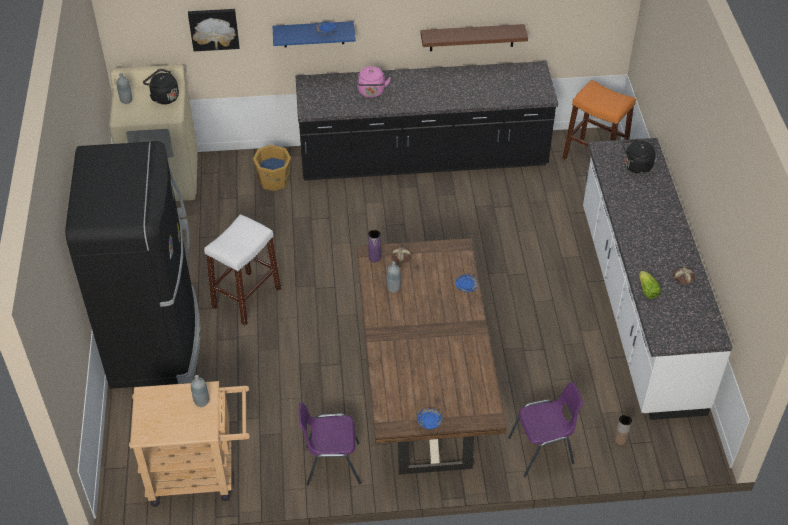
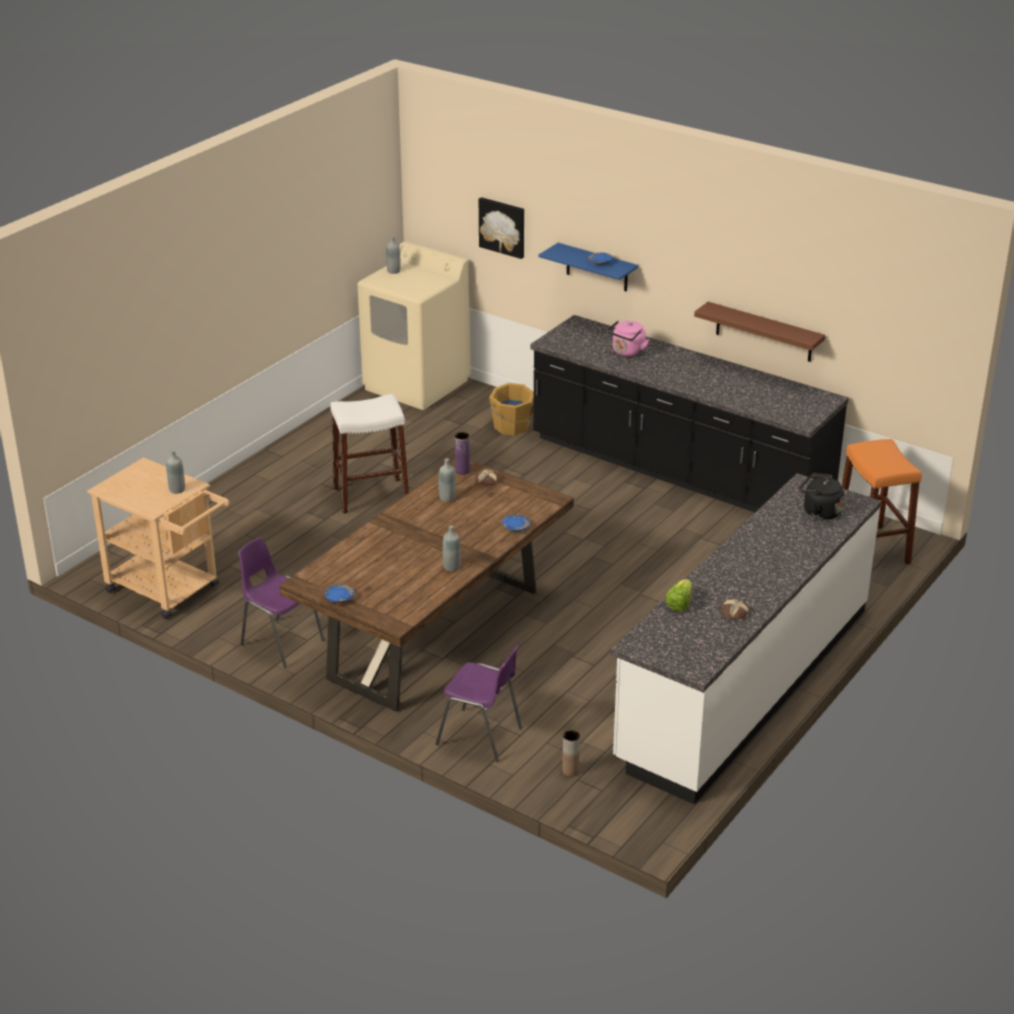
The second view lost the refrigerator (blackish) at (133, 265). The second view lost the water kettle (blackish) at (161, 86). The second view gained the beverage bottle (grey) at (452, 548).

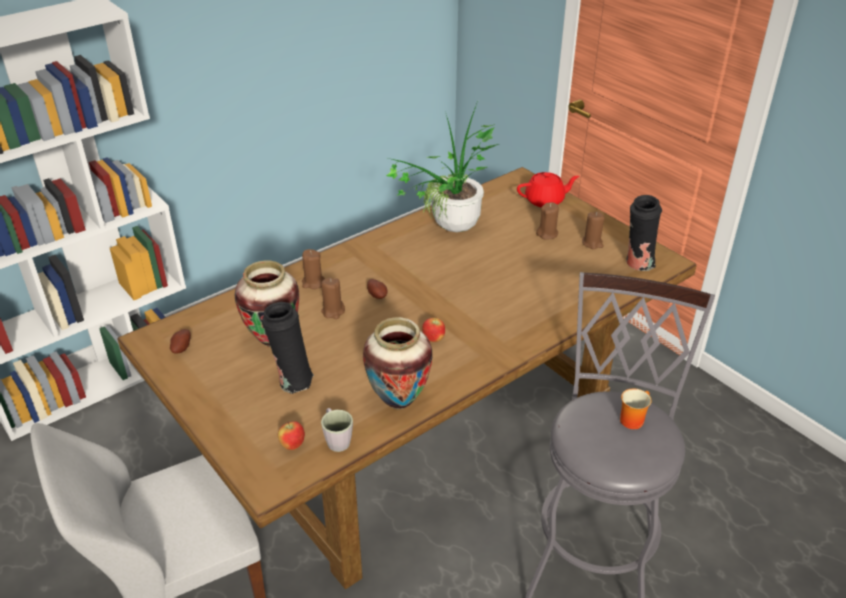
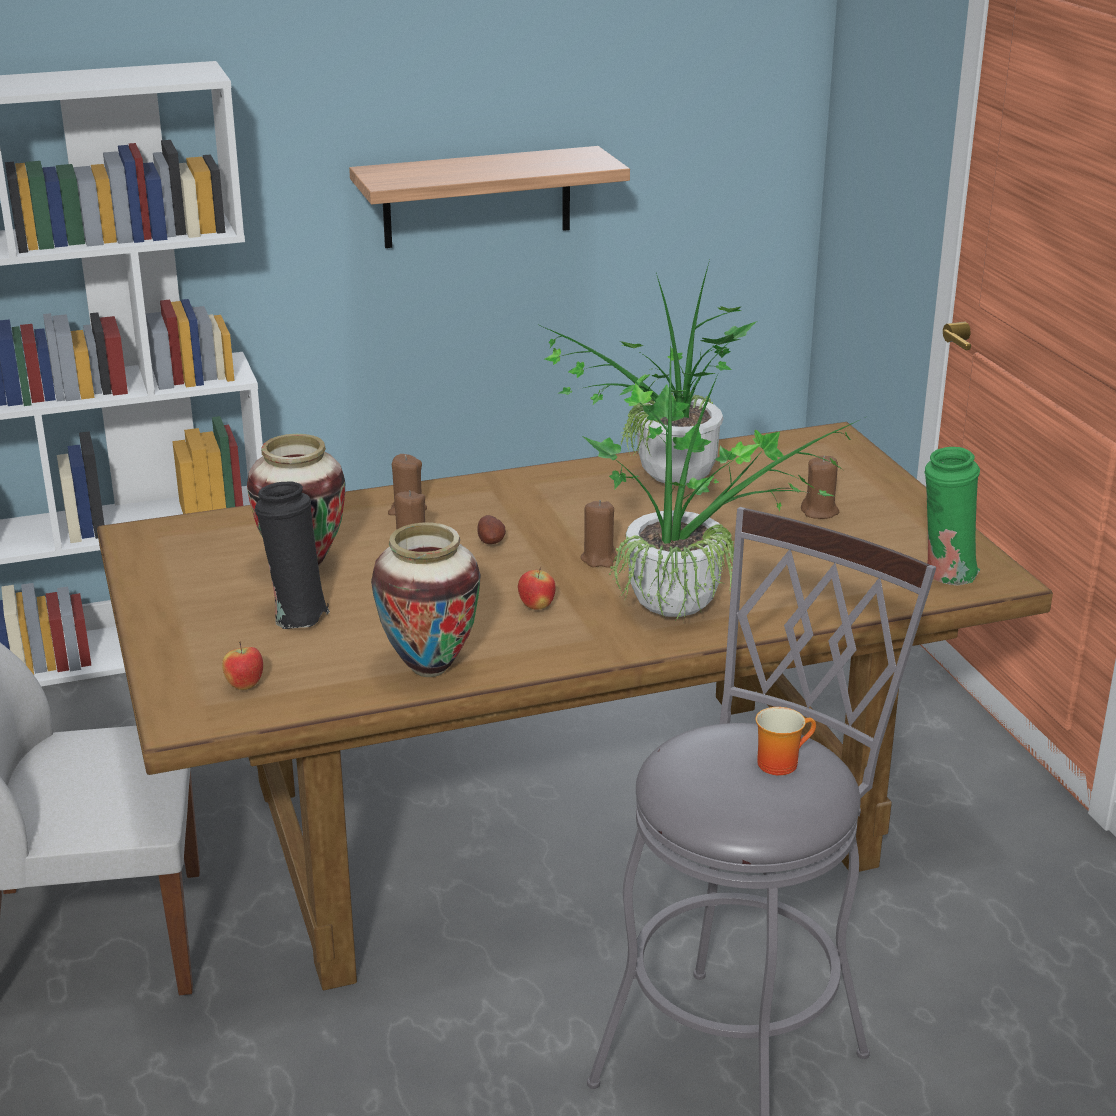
The second view lost the spud at (180, 341). The second view lost the tea mug (grey) at (337, 430). The second view lost the pot for tea (reddish) at (548, 189). The wax light (brown) ended up elsewhere, having gone from (593, 230) to (598, 534). What was the decorative vase (blackish) at (644, 233) turned into the decorative vase (green) at (953, 516). The second view gained the bracket shelf at (489, 197). The second view gained the houseplant at (726, 480).

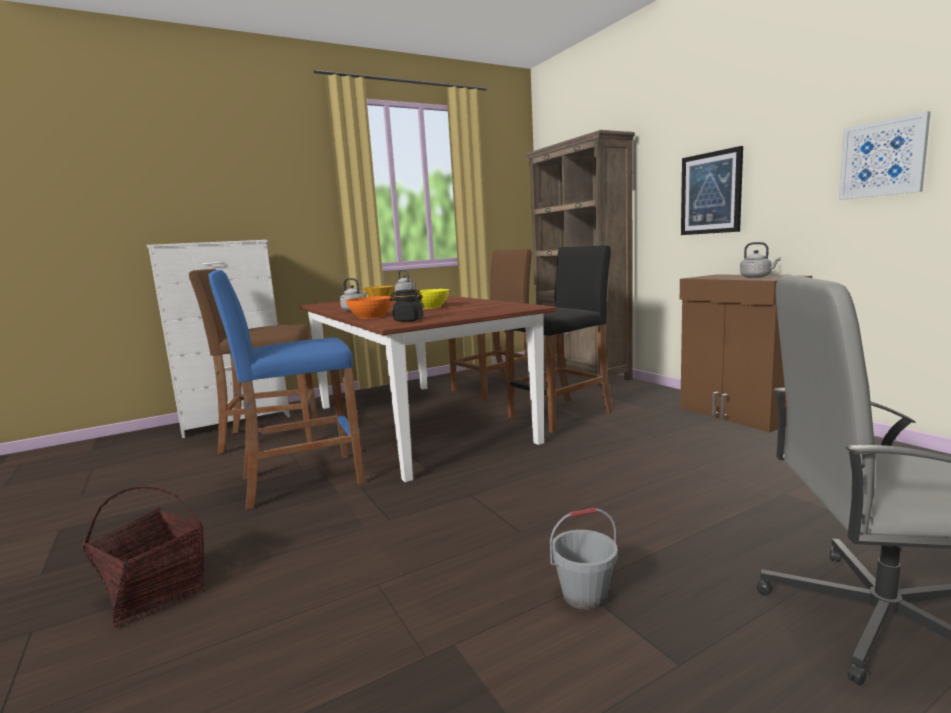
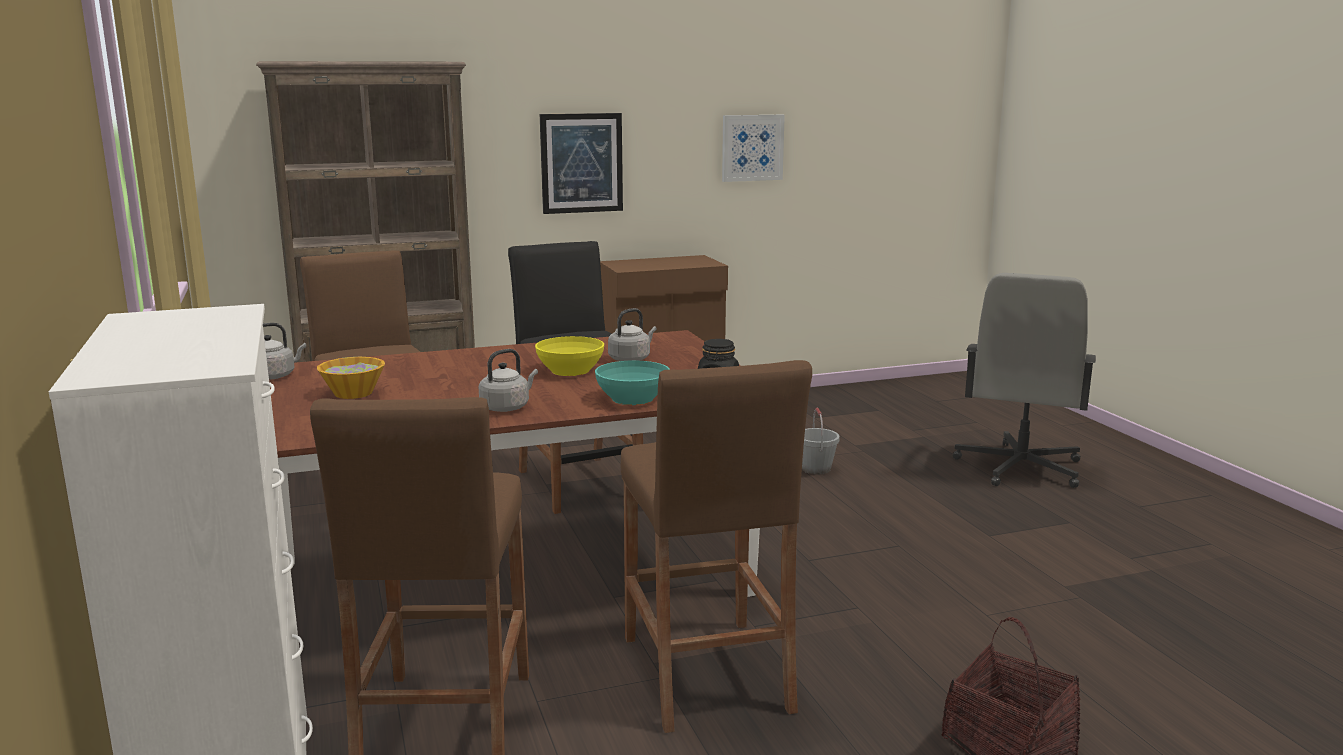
What was the stool seat (bluish) at (286, 389) turned into the stool seat (brown) at (716, 546). What was the serving bowl (orange-coloured) at (369, 307) turned into the serving bowl (turquoise-coloured) at (632, 382). The water bucket (grey) ended up elsewhere, having gone from (584, 559) to (821, 441). The water kettle (grey) ended up elsewhere, having gone from (760, 260) to (632, 334).

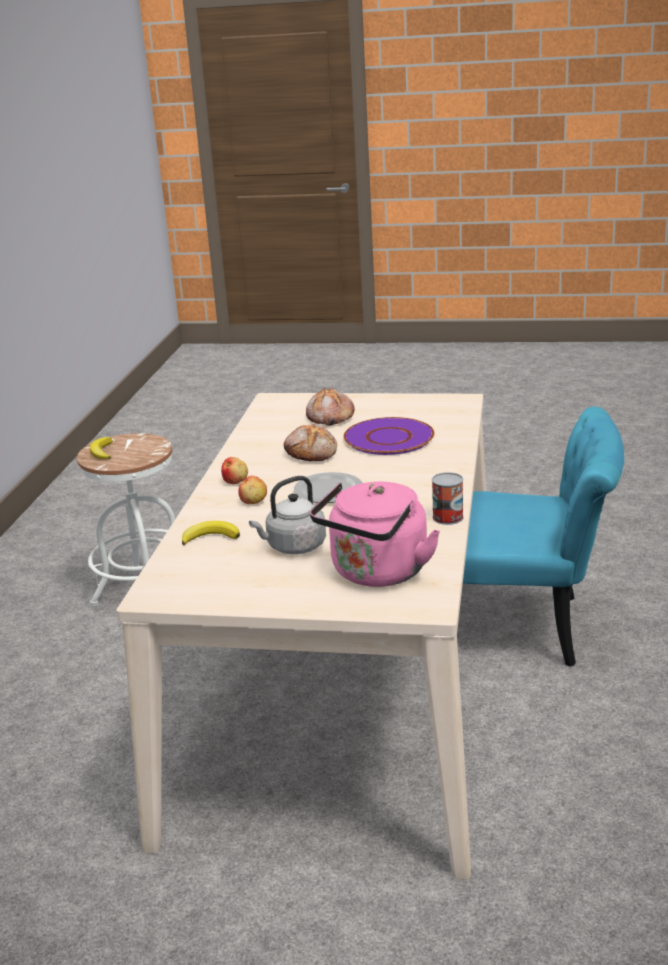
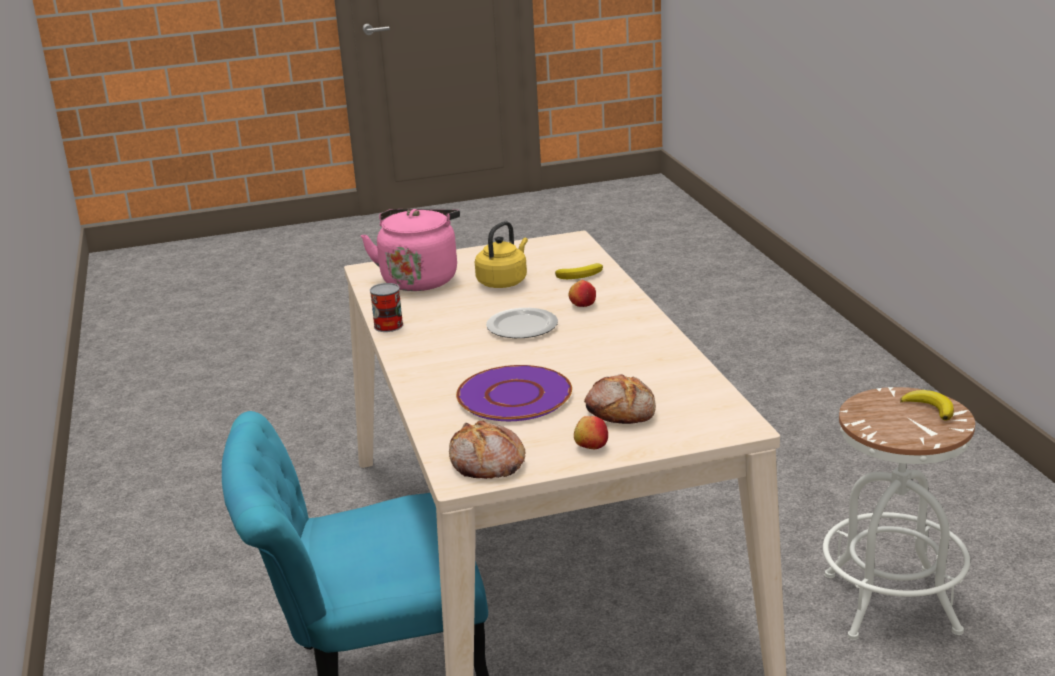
The whole apple ended up elsewhere, having gone from (234, 470) to (591, 432). What was the water kettle (grey) at (287, 515) turned into the water kettle (yellow-coloured) at (501, 254). The bread ended up elsewhere, having gone from (310, 442) to (487, 449).

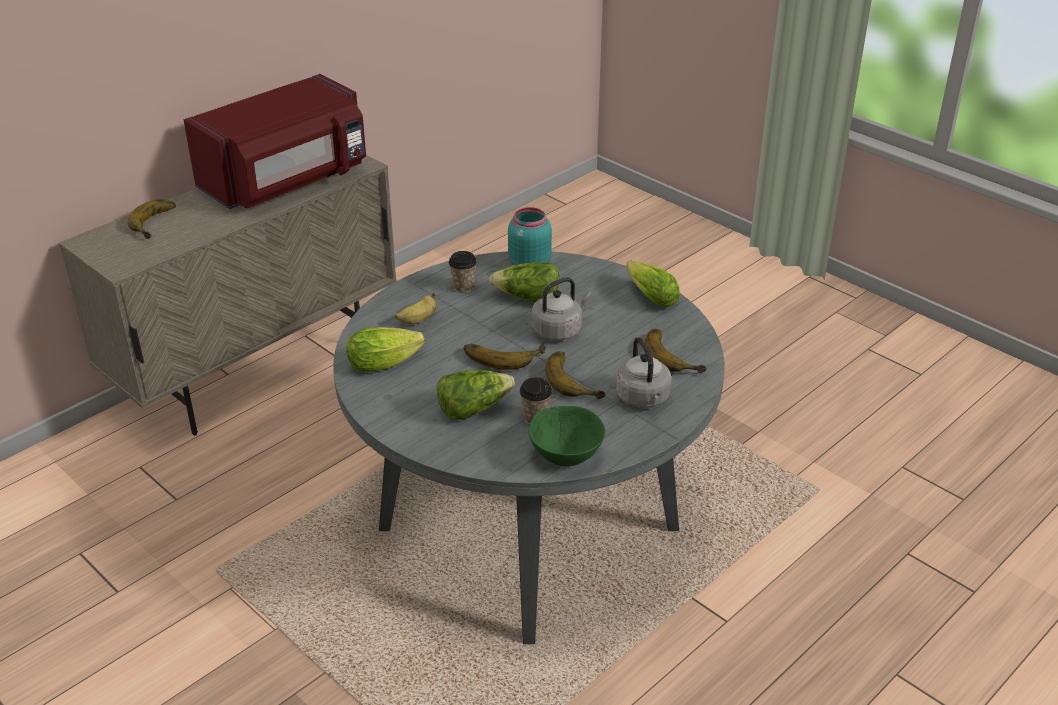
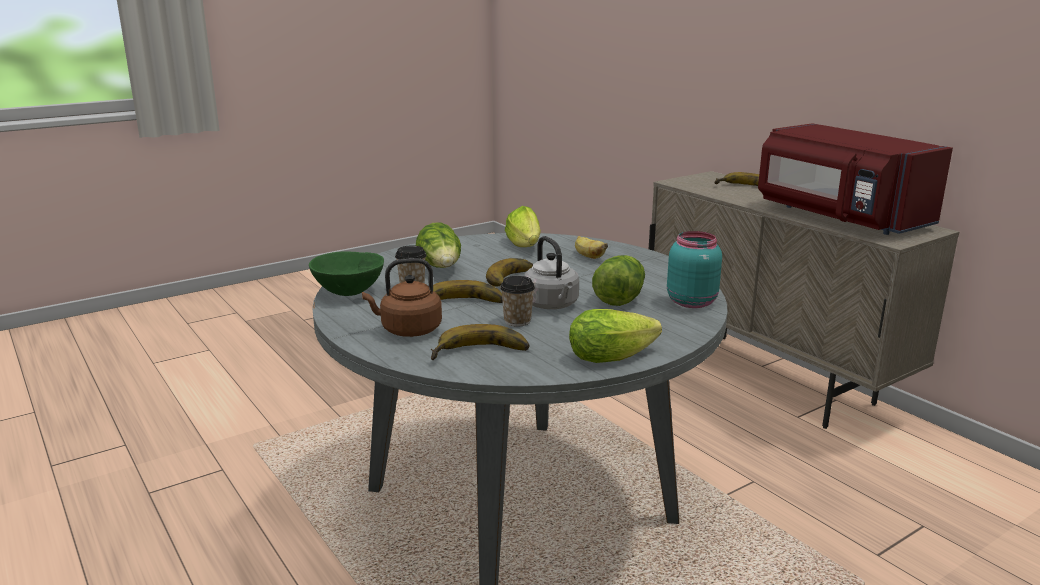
The small cup ended up elsewhere, having gone from (463, 272) to (517, 301). What was the water kettle (grey) at (643, 372) turned into the water kettle (brown) at (402, 297).

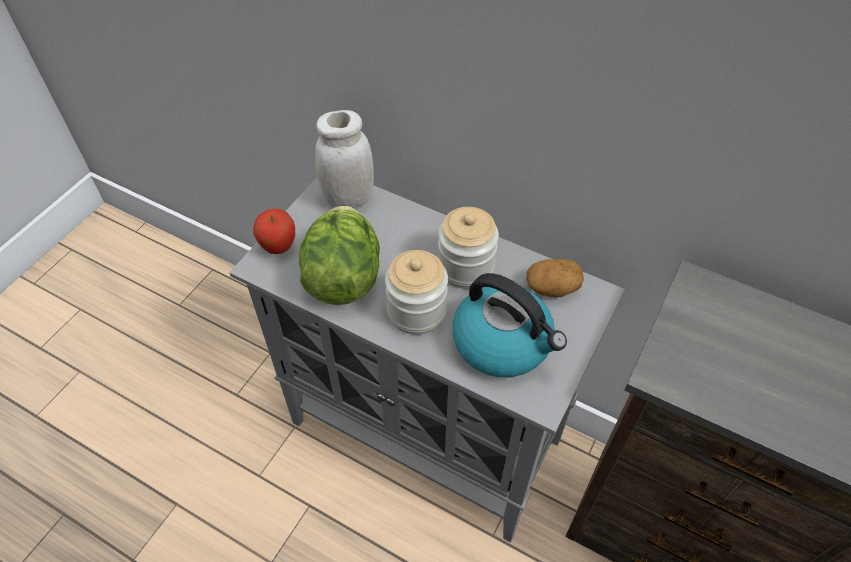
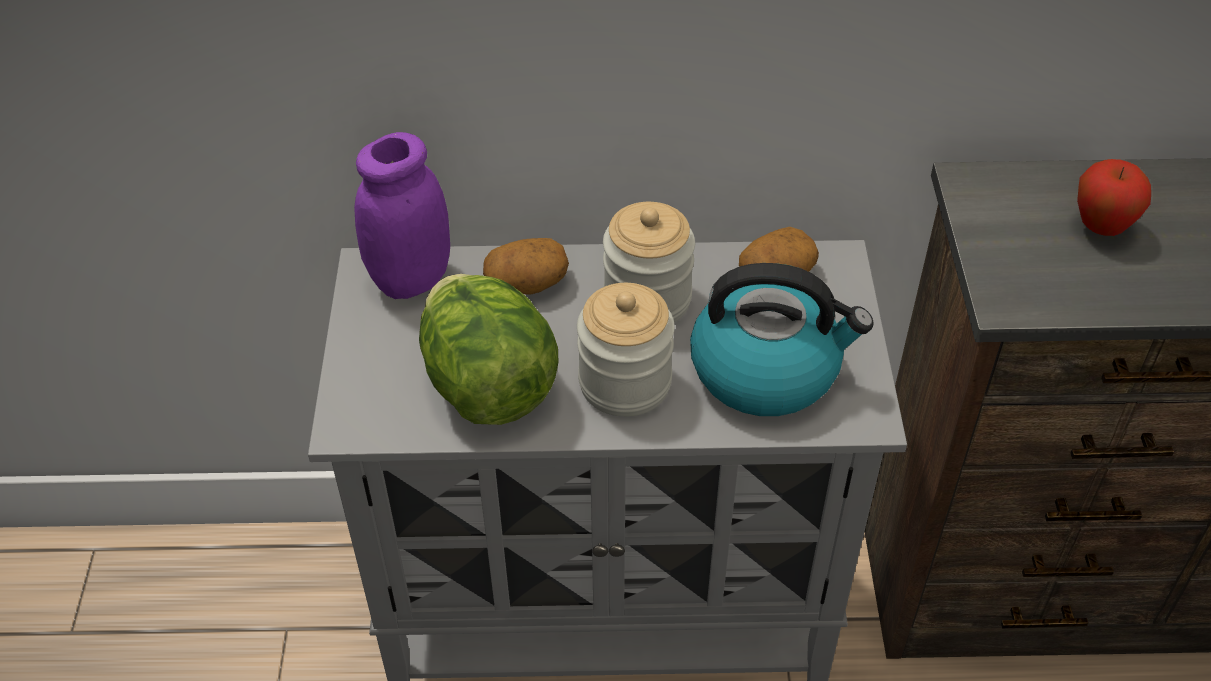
The whole apple ended up elsewhere, having gone from (274, 231) to (1114, 197). What was the preserve jar (whitish) at (344, 159) turned into the preserve jar (purple-coloured) at (402, 215). The second view gained the spud at (526, 266).

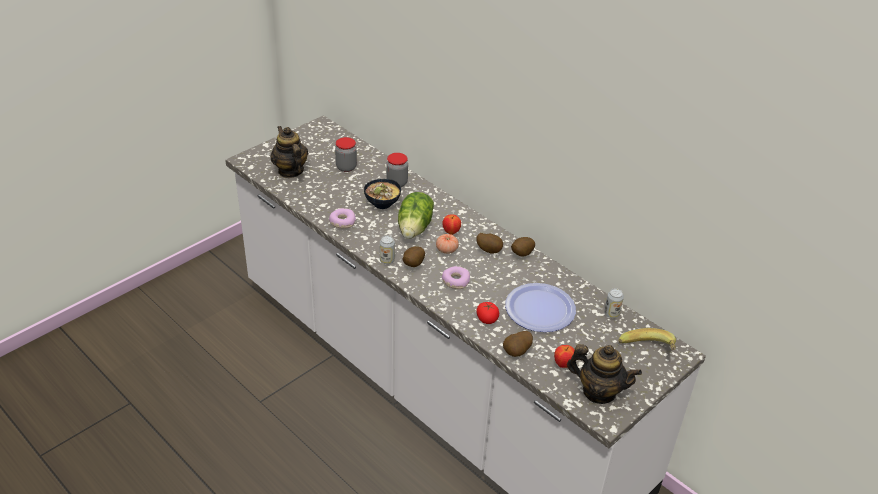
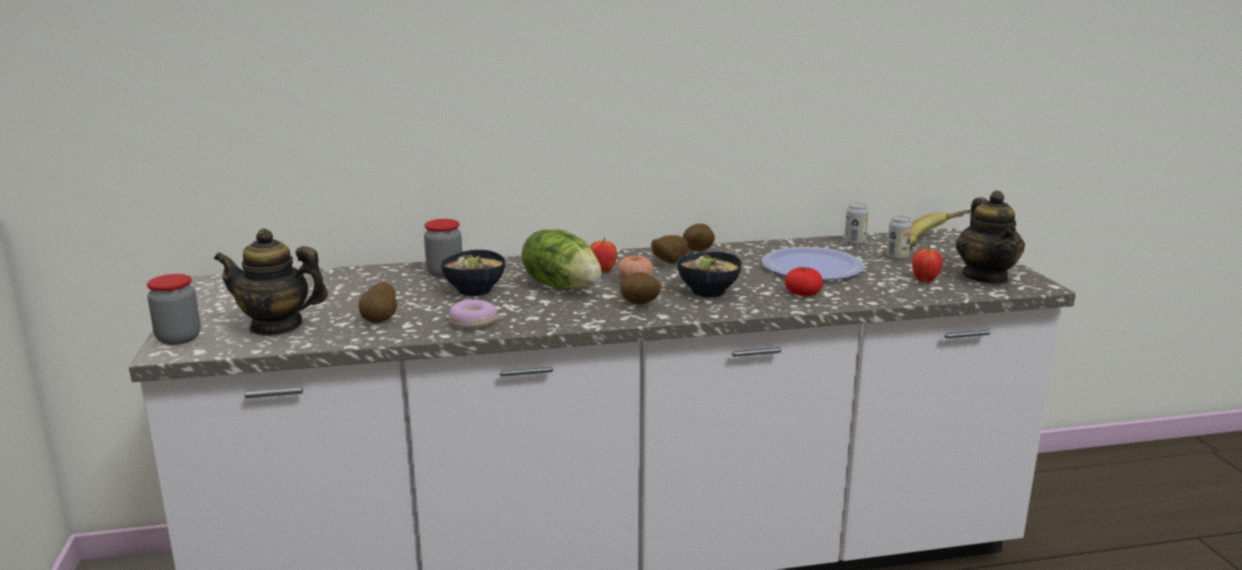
The preserve jar ended up elsewhere, having gone from (346, 154) to (174, 309). The metal can ended up elsewhere, having gone from (387, 249) to (899, 238). Where the doughnut stood at (456, 277), the serving bowl came to stand at (709, 274). The spud ended up elsewhere, having gone from (518, 344) to (378, 302). The pot for tea at (604, 374) ended up facing another way, 120 degrees clockwise from before.

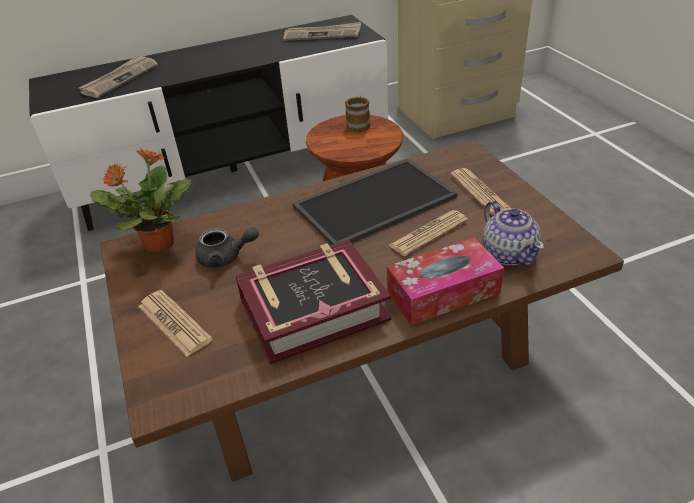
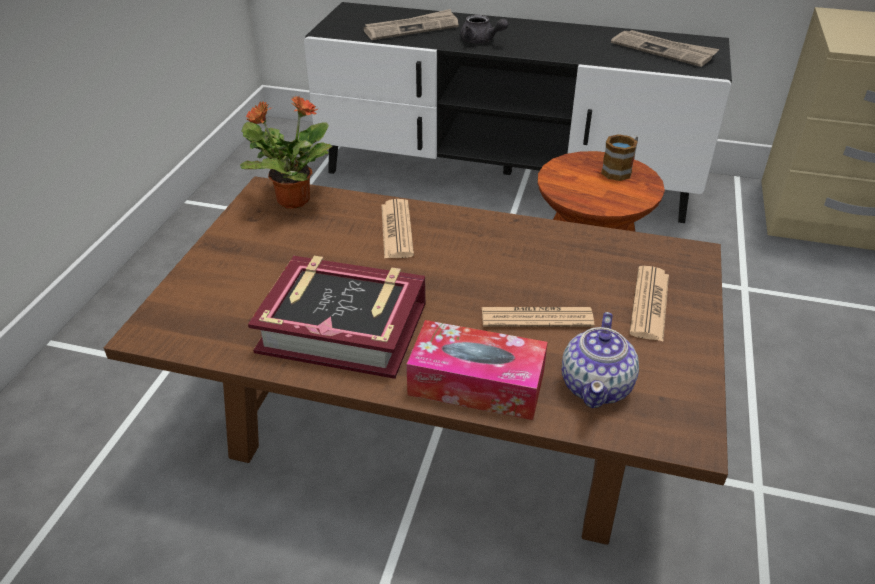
The daily paper ended up elsewhere, having gone from (175, 323) to (397, 229). The pot for tea (grey) ended up elsewhere, having gone from (227, 247) to (484, 29). The second view lost the carrying tray at (375, 202).

